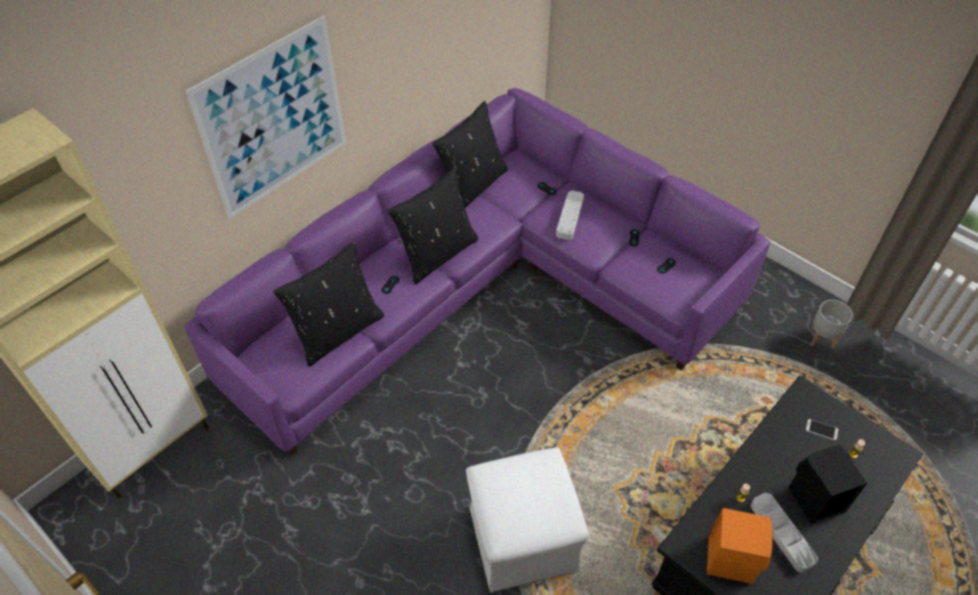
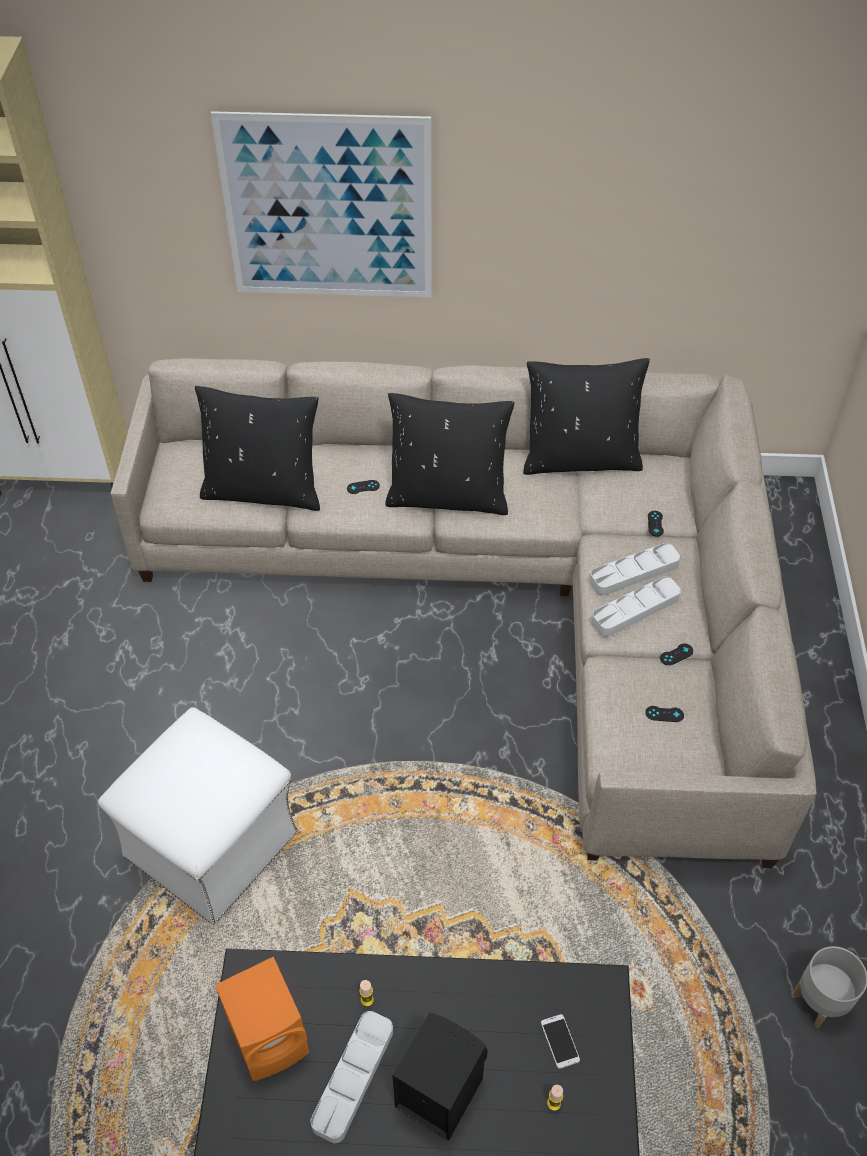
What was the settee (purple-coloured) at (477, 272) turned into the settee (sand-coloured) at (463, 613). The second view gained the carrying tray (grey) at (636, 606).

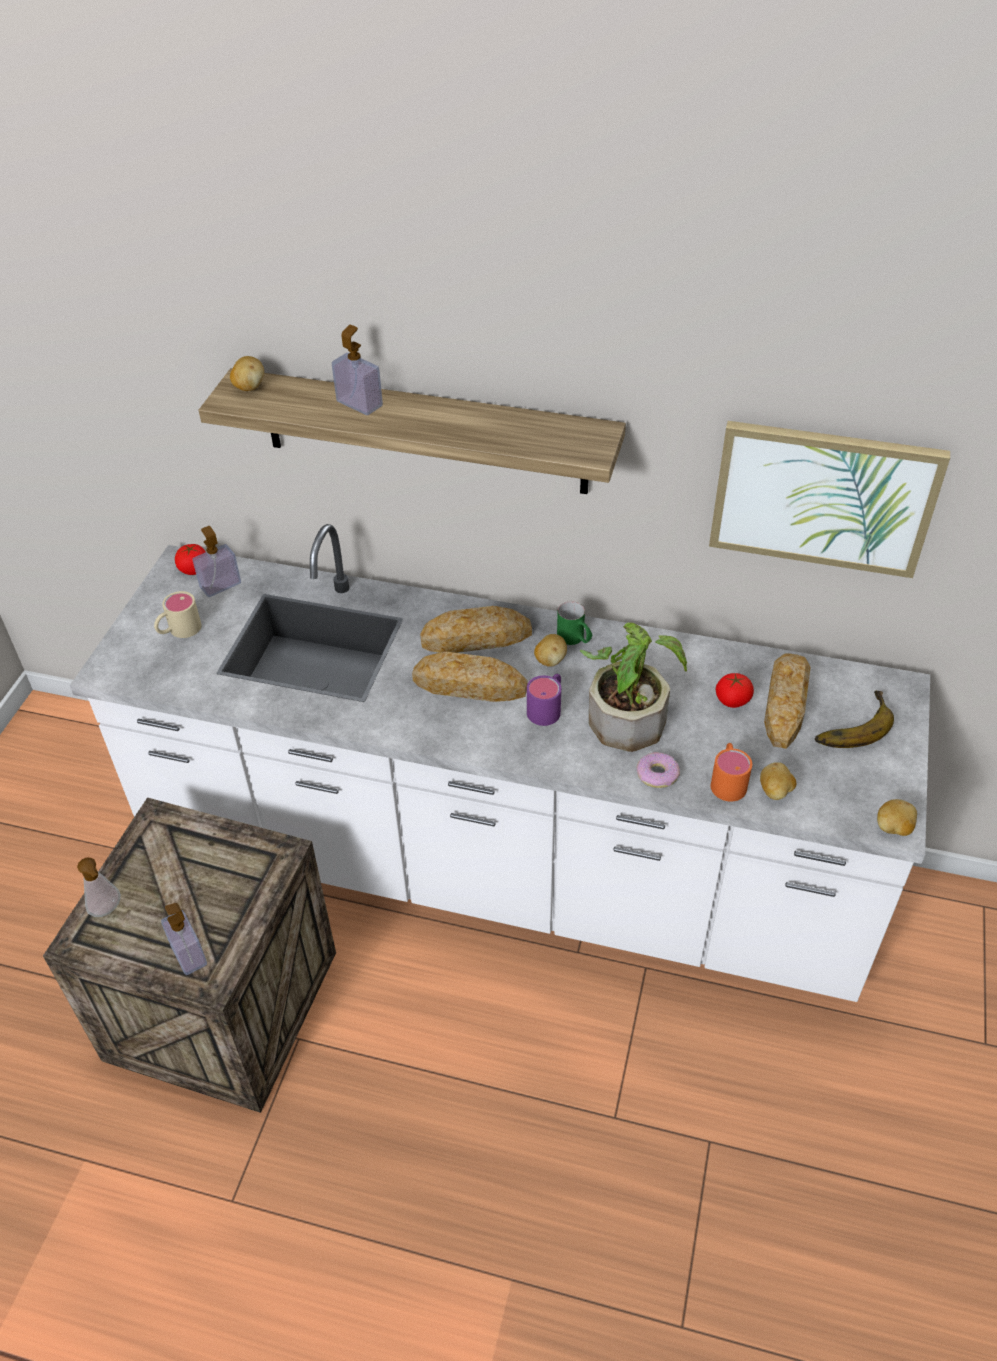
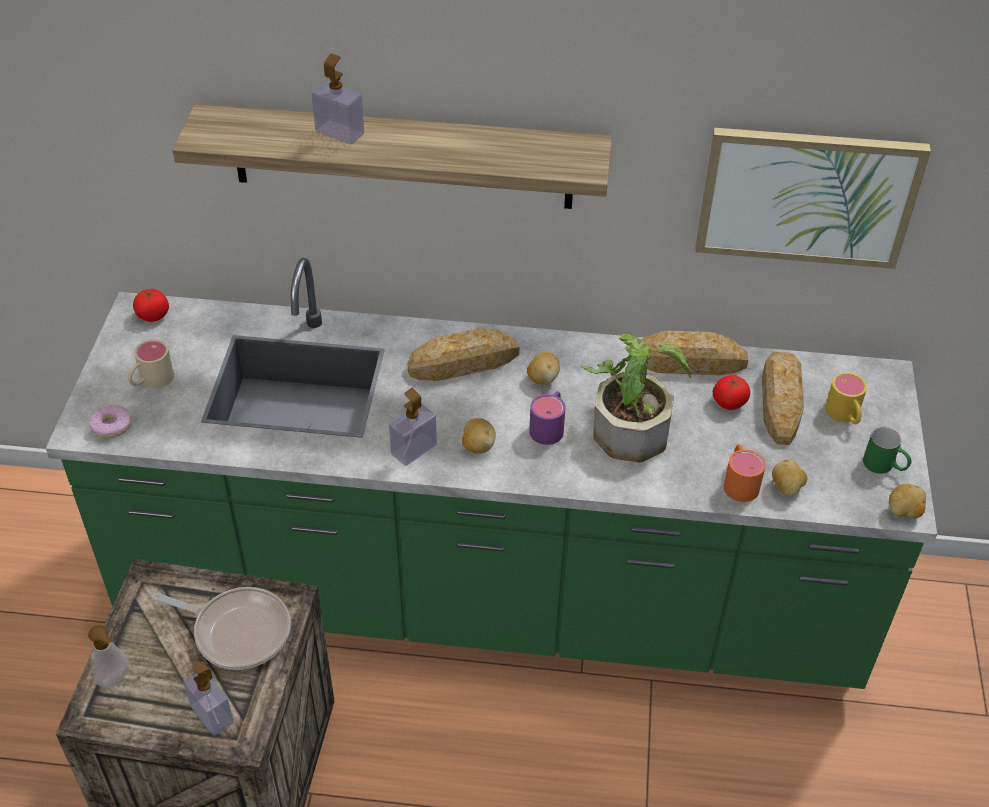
What was the kitchen counter (whitish) at (500, 763) turned into the kitchen counter (green) at (491, 473). The liquid soap bottle ended up elsewhere, having gone from (216, 561) to (413, 427). The spud ended up elsewhere, having gone from (247, 373) to (479, 436). The bread ended up elsewhere, having gone from (469, 677) to (694, 352). The tea mug (green) ended up elsewhere, having gone from (574, 623) to (887, 450). The doughnut ended up elsewhere, having gone from (658, 770) to (110, 421). Where the banana stood at (854, 719), the tea mug (yellow-coloured) came to stand at (846, 398). The second view gained the pan at (222, 628).

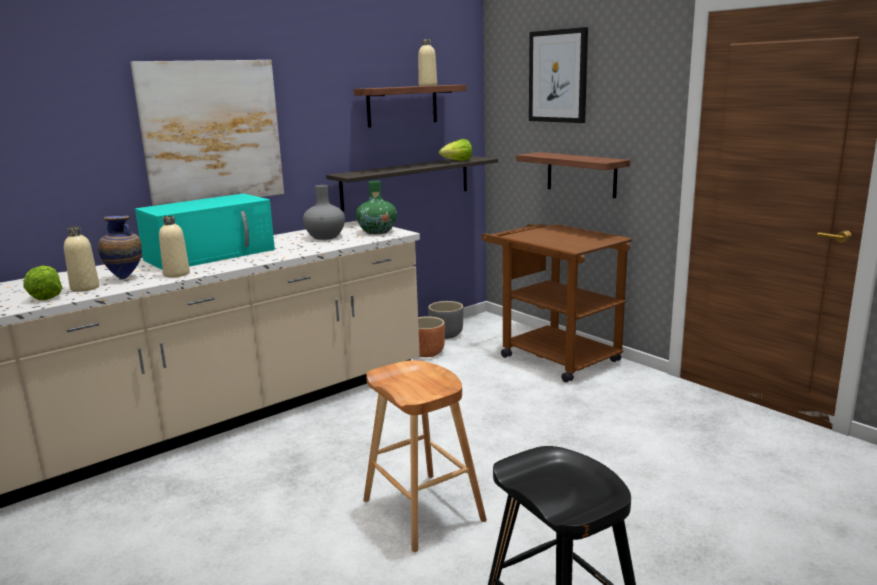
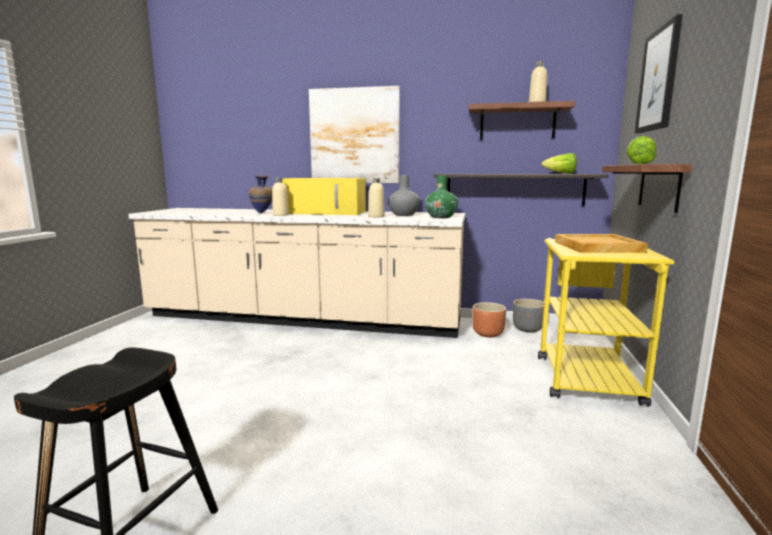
The lettuce head ended up elsewhere, having gone from (43, 282) to (641, 150). The beverage bottle (sand-coloured) ended up elsewhere, having gone from (81, 259) to (376, 197). What was the kitchen microwave (turquoise-coloured) at (205, 231) turned into the kitchen microwave (yellow-coloured) at (324, 196). The second view lost the stool seat (brown) at (425, 456). What was the wheeled cart (brown) at (557, 303) turned into the wheeled cart (yellow-coloured) at (606, 322). The second view gained the carrying tray (sand-coloured) at (601, 243).

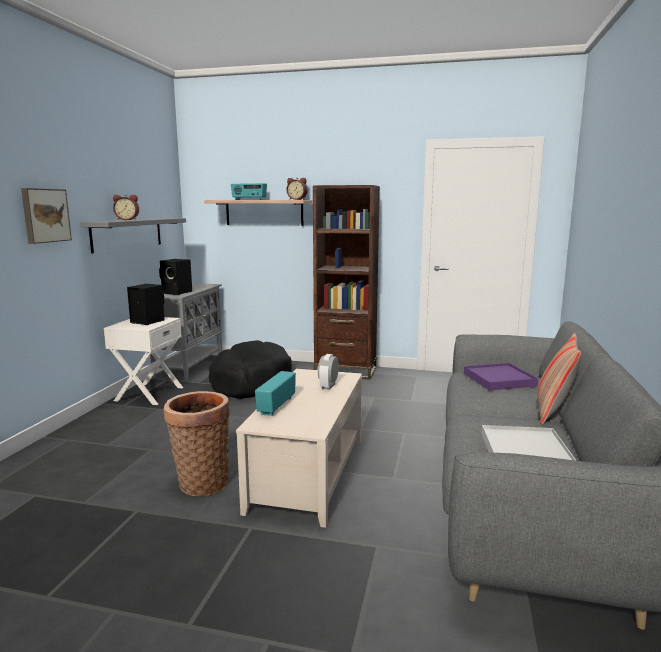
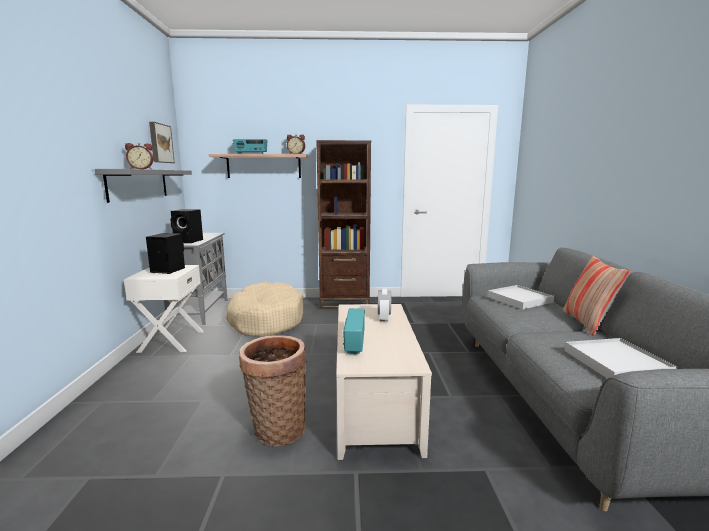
The picture ended up elsewhere, having gone from (46, 216) to (162, 142). What was the dog cushion (blackish) at (250, 369) turned into the dog cushion (sand-coloured) at (264, 309). What was the carrying tray (purple-coloured) at (501, 376) turned into the carrying tray (whitish) at (520, 297).

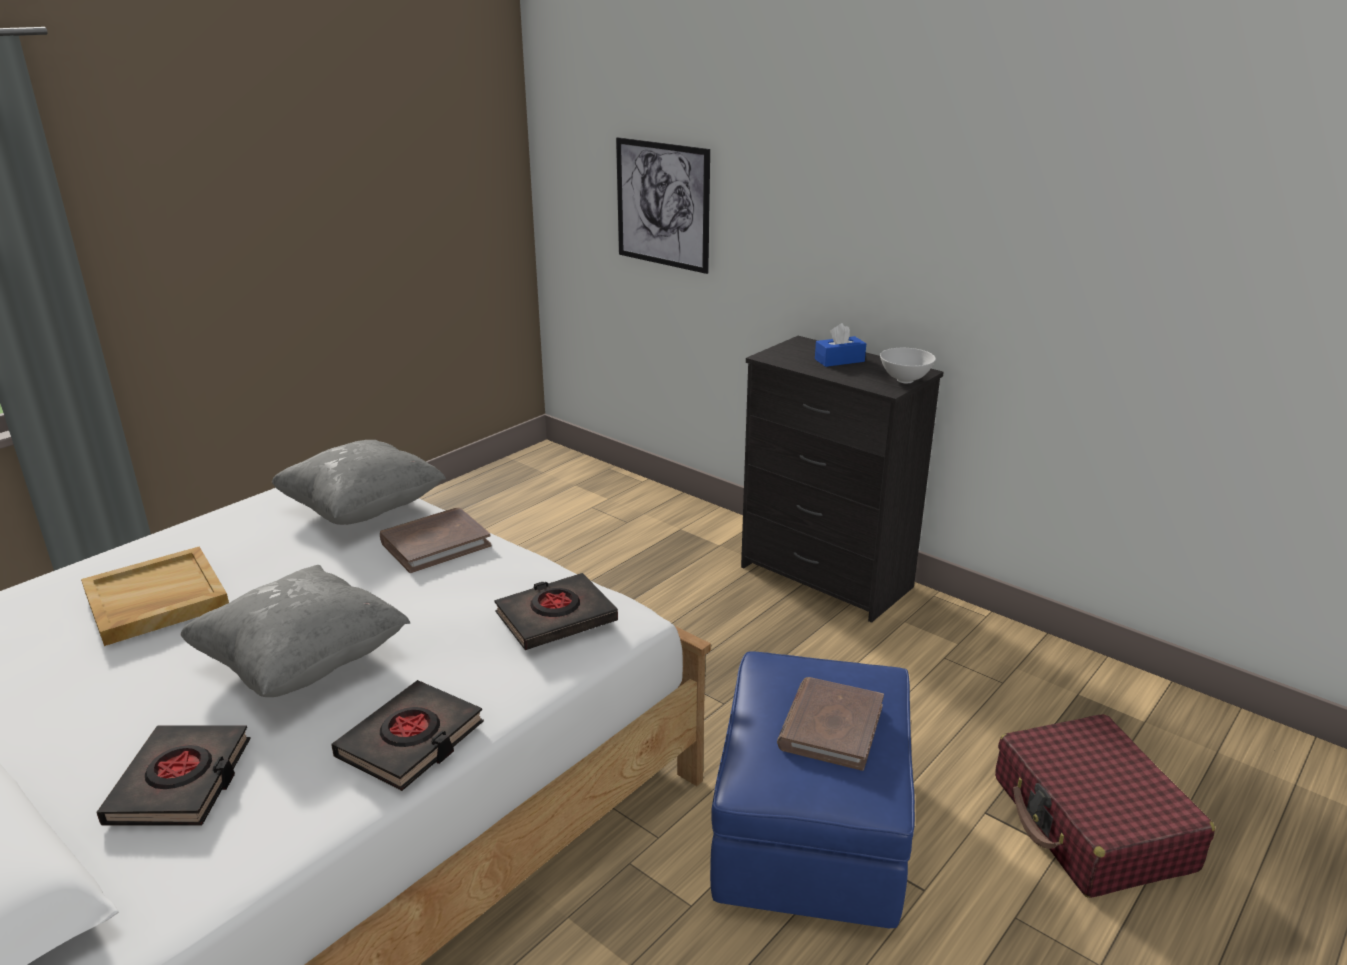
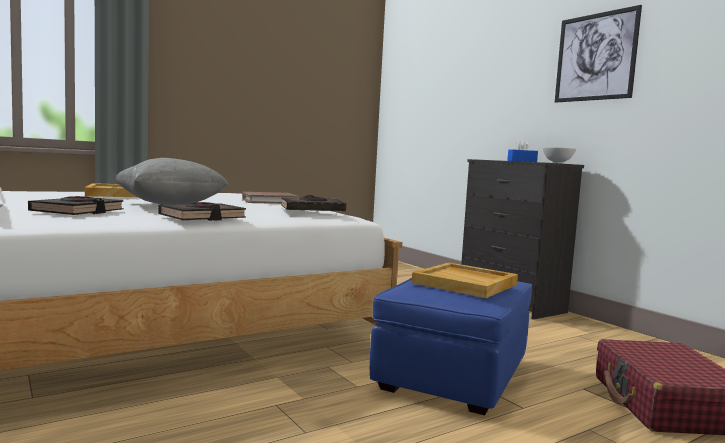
The second view lost the cushion (grey) at (359, 482). The picture ended up elsewhere, having gone from (663, 205) to (598, 53). Where the book (brown) stood at (830, 724), the carrying tray (sand-coloured) came to stand at (465, 280).

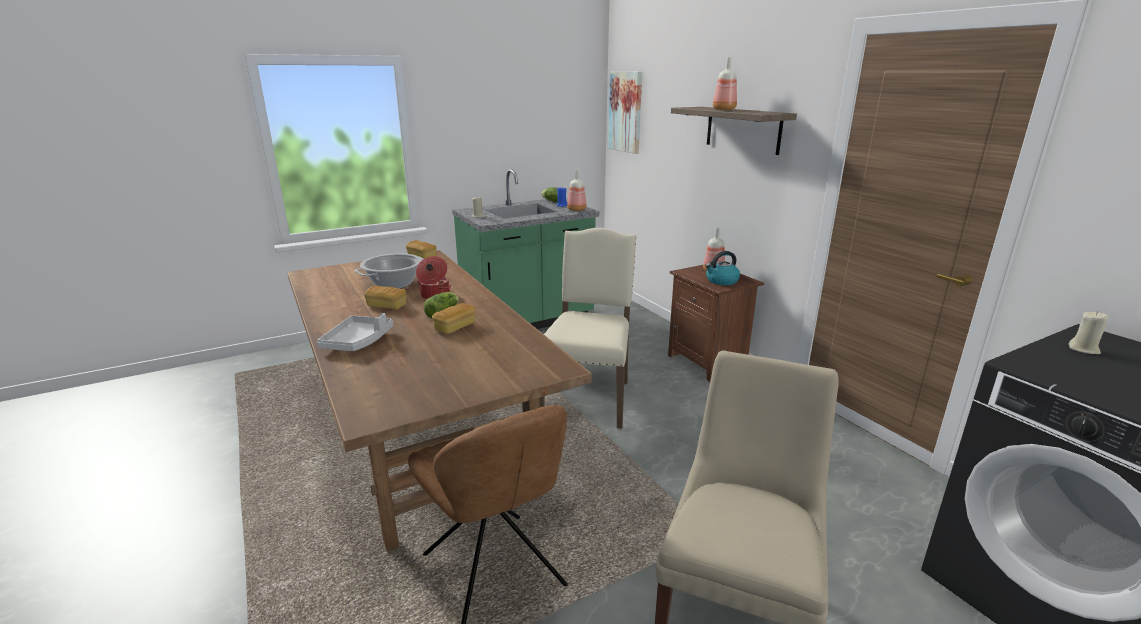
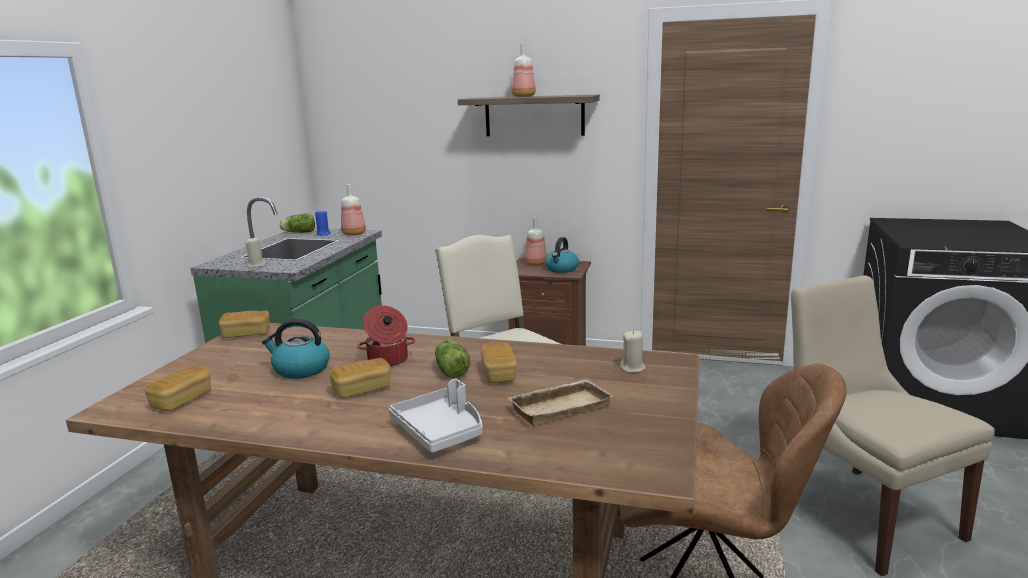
Where the saucepot stood at (389, 271), the water kettle came to stand at (296, 349). The second view lost the picture at (625, 113). The wax light (sand-coloured) ended up elsewhere, having gone from (1089, 332) to (633, 351). The second view gained the bread at (178, 388). The second view gained the carrying tray (sand-coloured) at (560, 402).

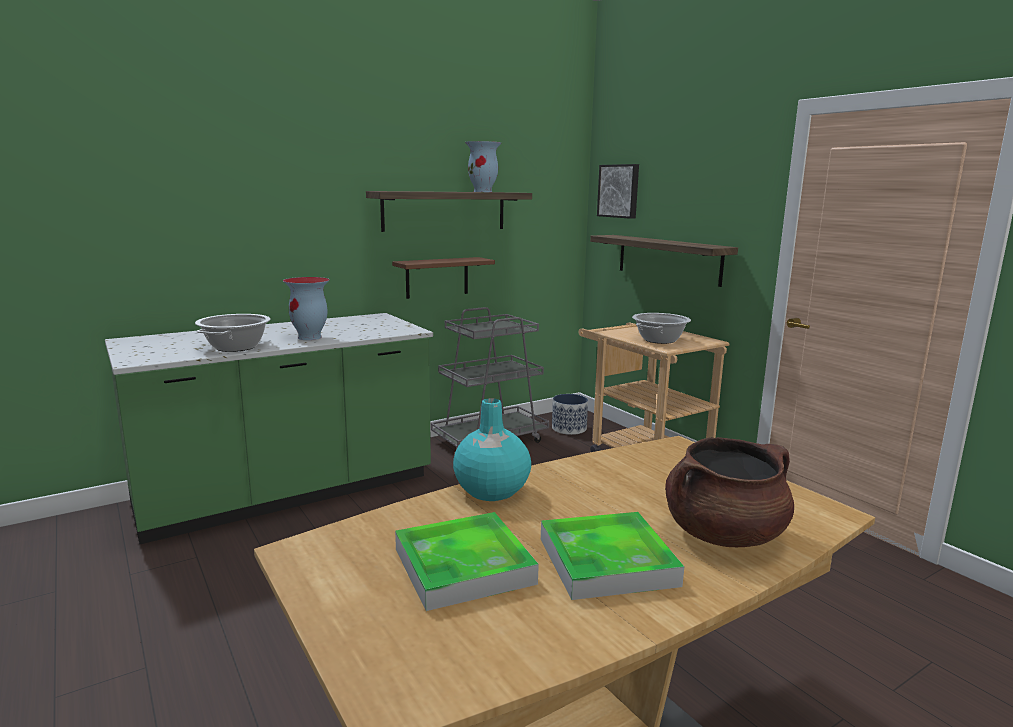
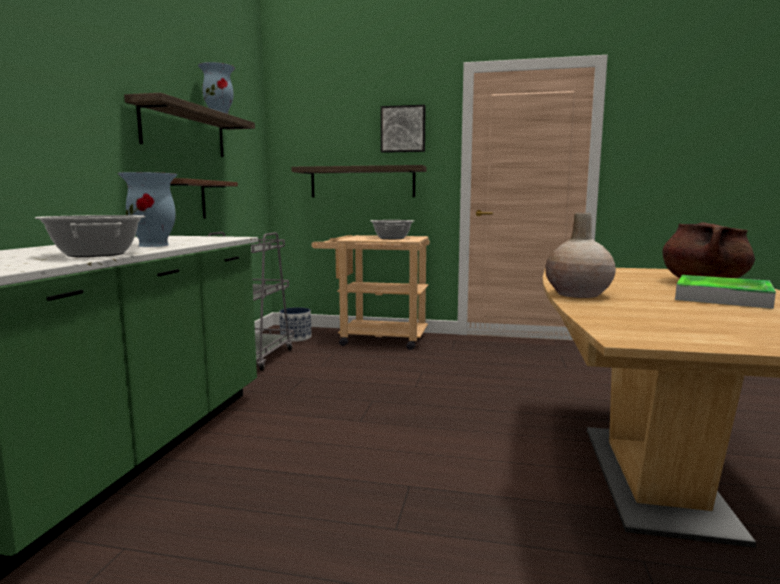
The second view lost the carrying tray at (467, 561). What was the decorative vase (turquoise-coloured) at (492, 449) turned into the decorative vase (sand-coloured) at (580, 255). The picture ended up elsewhere, having gone from (618, 191) to (403, 129).

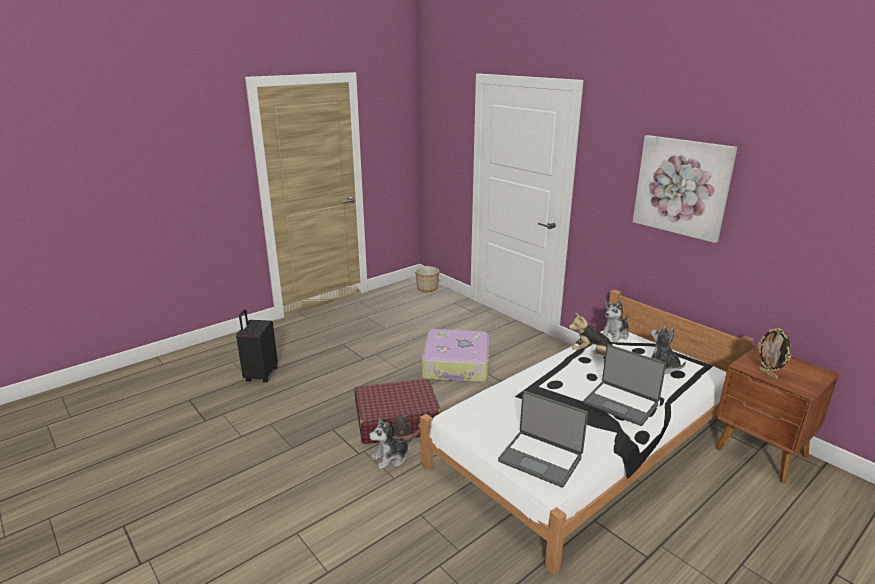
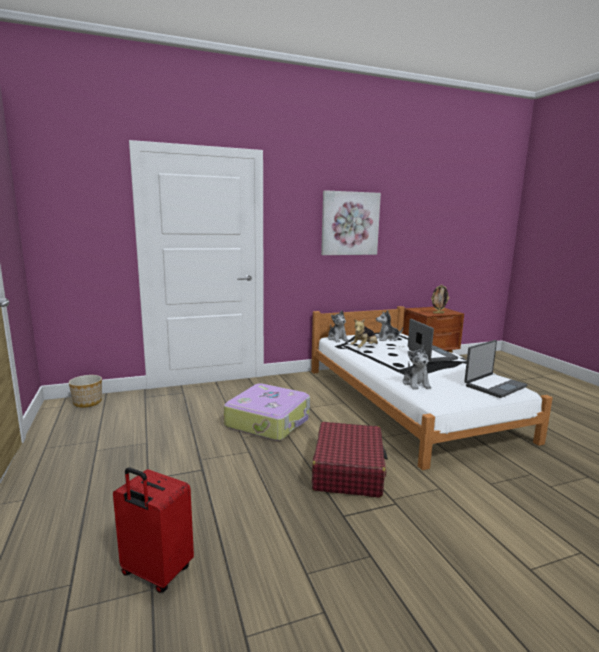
What was the travel case (blackish) at (257, 345) turned into the travel case (reddish) at (153, 530). The soft toy ended up elsewhere, having gone from (391, 443) to (417, 367). The notebook computer at (624, 385) ended up facing another way, 75 degrees counterclockwise from before.

